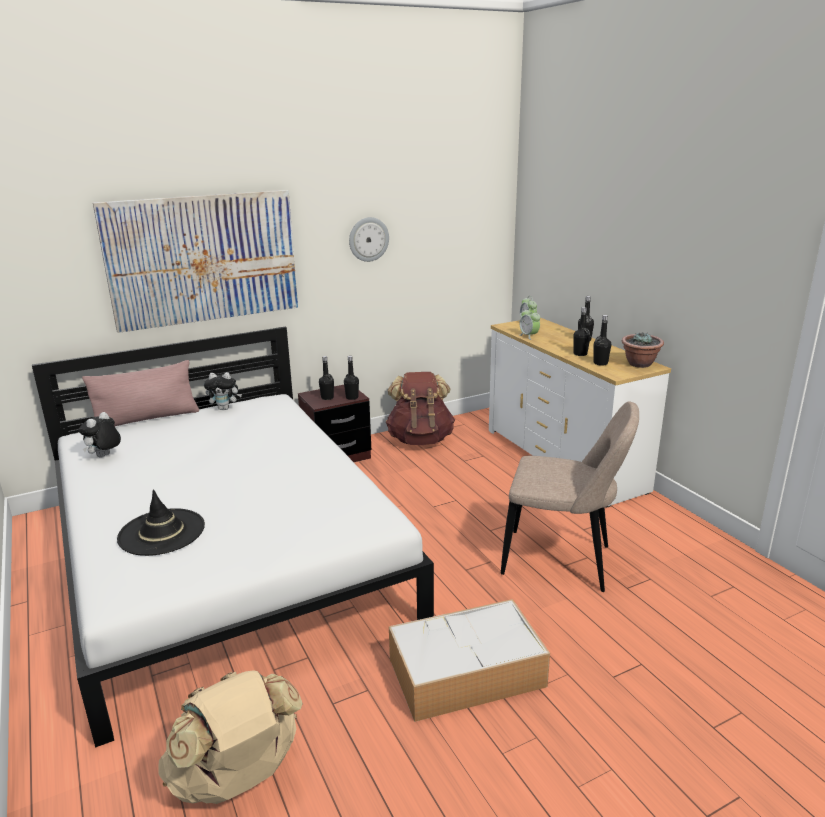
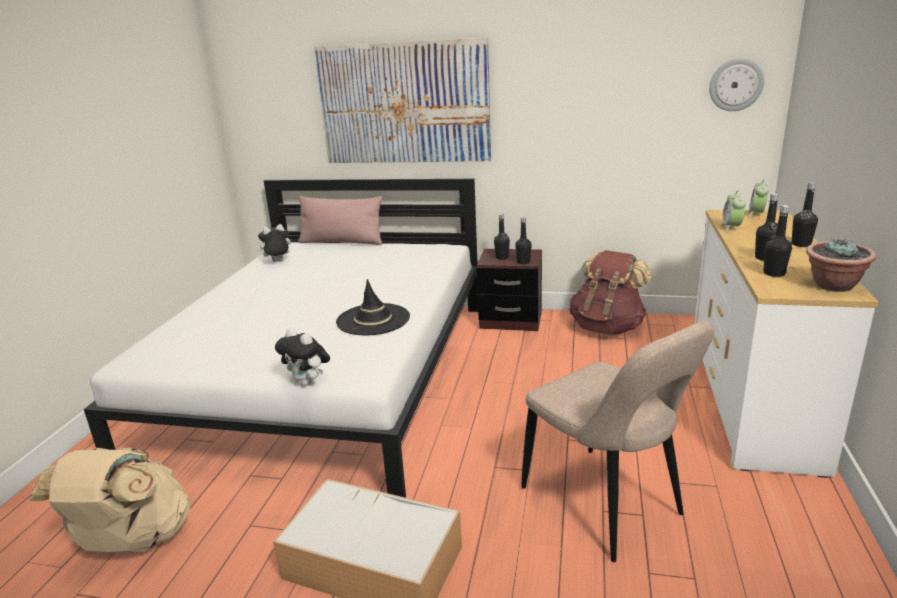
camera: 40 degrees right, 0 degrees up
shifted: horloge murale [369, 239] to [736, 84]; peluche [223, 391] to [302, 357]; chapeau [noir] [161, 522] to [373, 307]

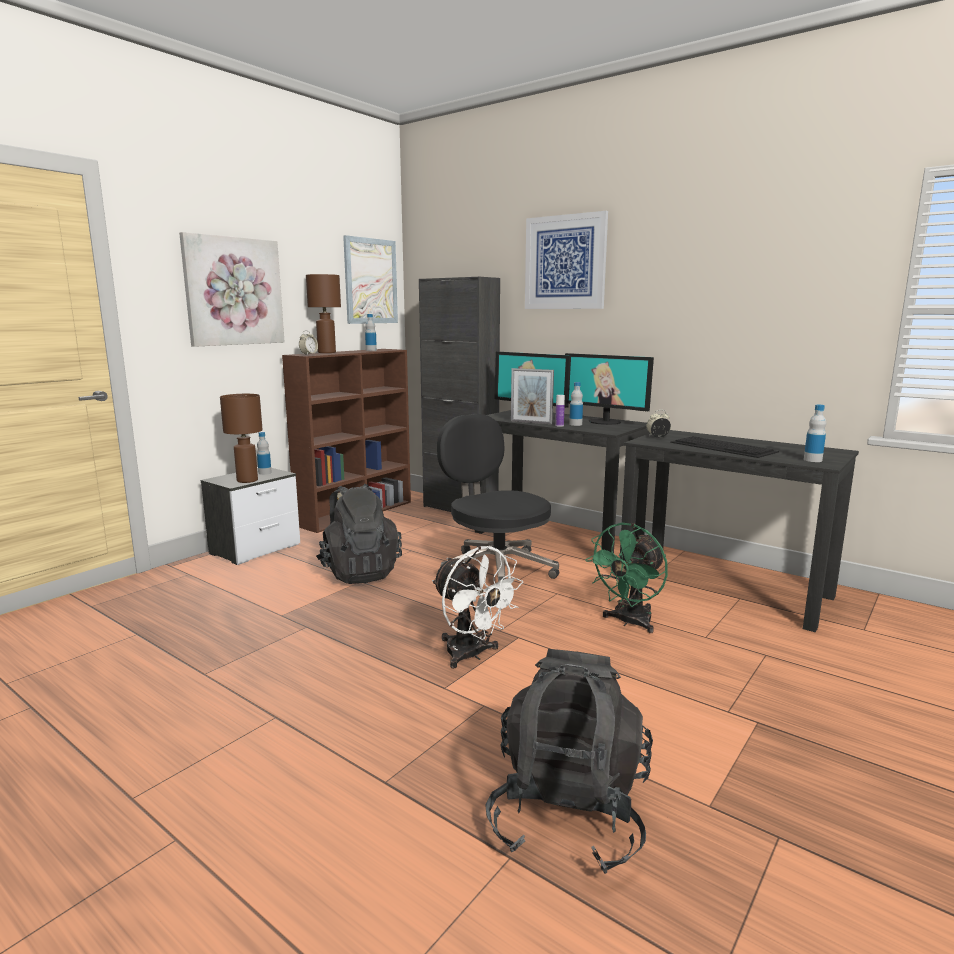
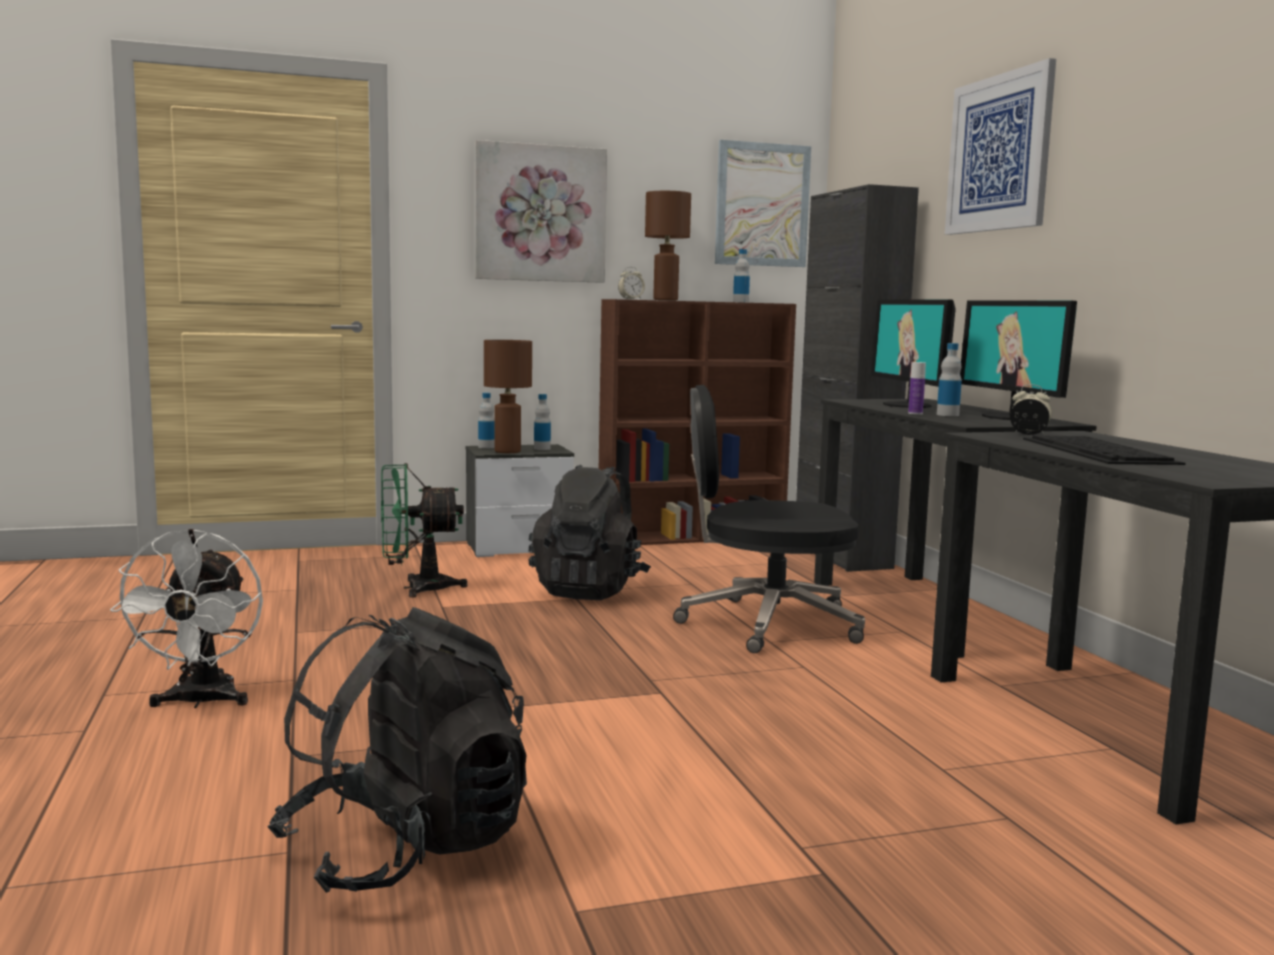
camera: 35 degrees right, 5 degrees down
gone: cadre photo [532, 396]
shifted: bouteille [815, 433] to [486, 420]; ventilateur [vert] [626, 578] to [424, 530]; ventilateur [blanc] [477, 607] to [186, 618]
rotated: chaise de bureau [noir] [498, 498] = [769, 519] 90 degrees counterclockwise

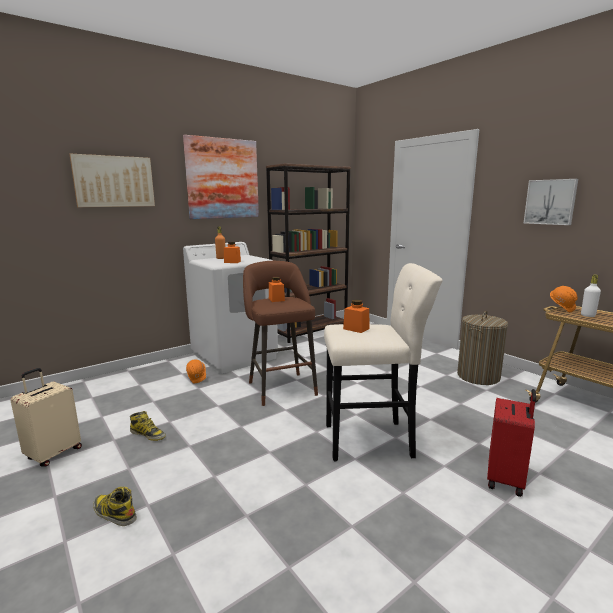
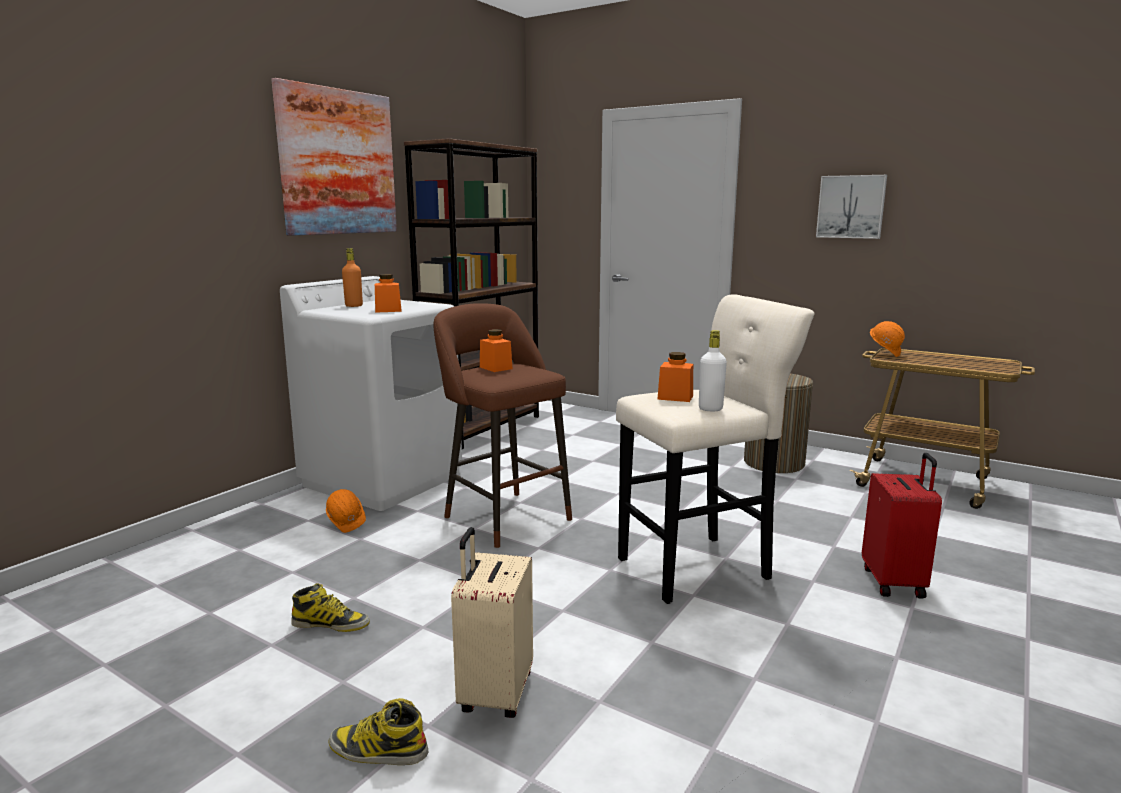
camera: 20 degrees left, 0 degrees up
gone: tableau [112, 180]
shifted: bouteille [blanc] [591, 296] to [713, 370]; valise [beige] [46, 417] to [492, 622]

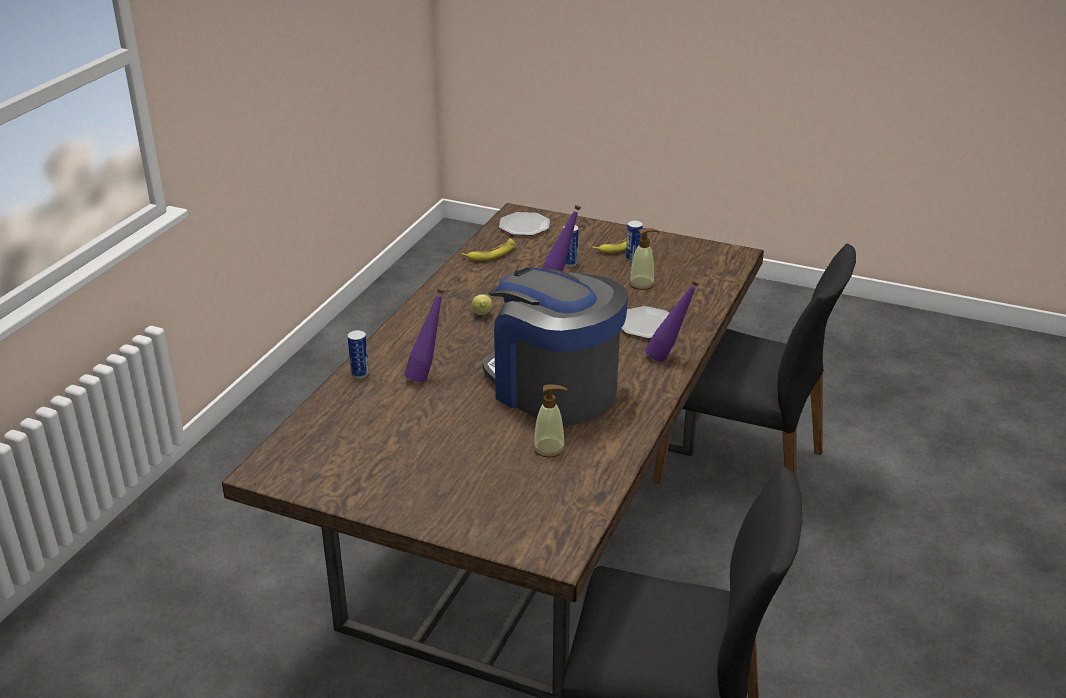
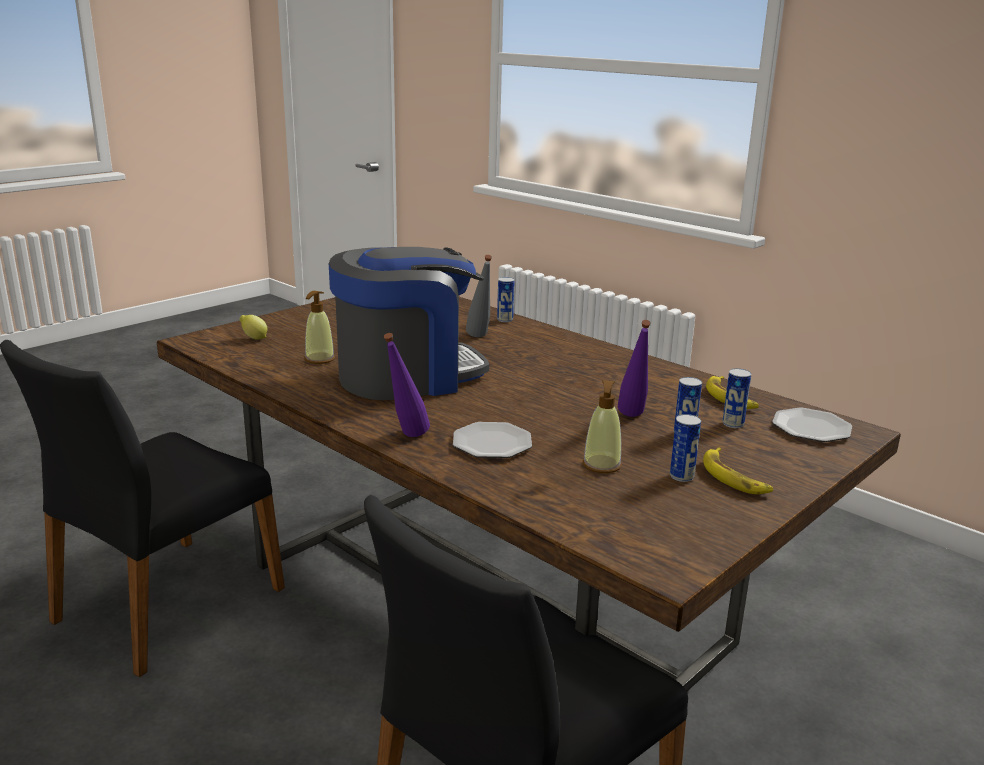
camera: 110 degrees right, 10 degrees down
new: boîte métallique [736, 398]
shifted: citron [481, 304] to [254, 327]
repainted: bouteille [violet] [424, 335] to bouteille [gris] [479, 296]

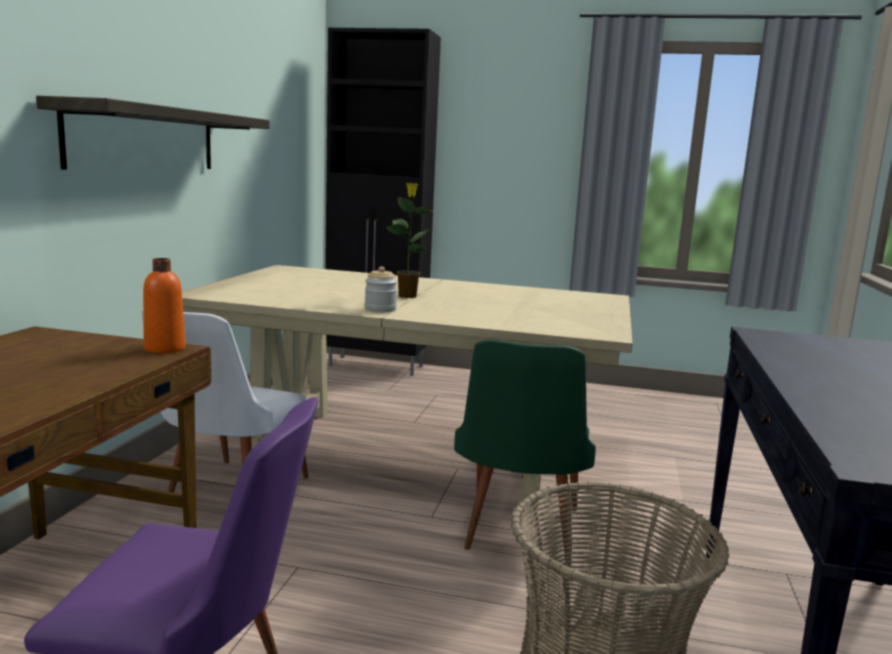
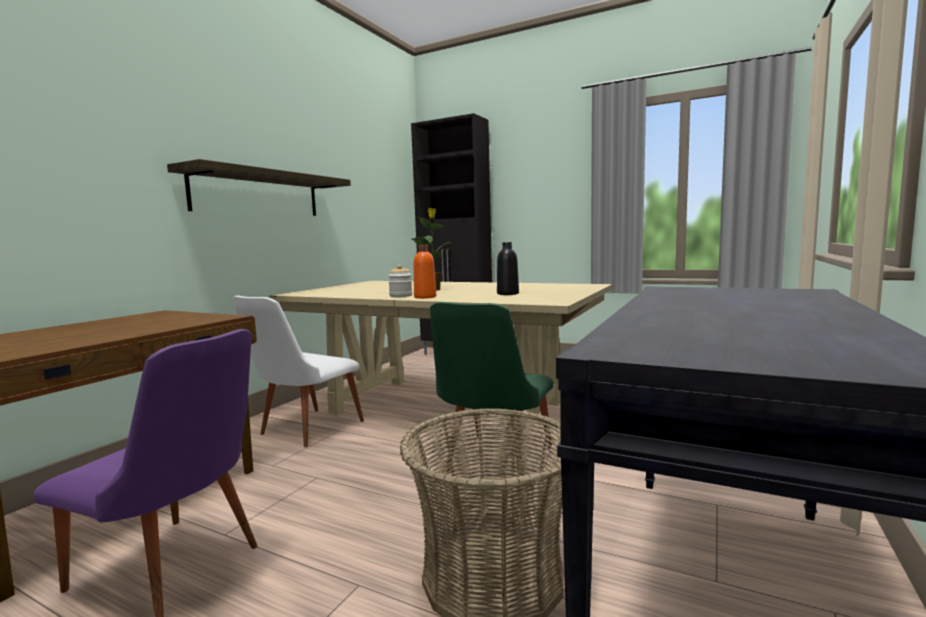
camera: 15 degrees right, 5 degrees down
new: bouteille [noir] [508, 268]
shifted: bouteille [orange] [164, 305] to [425, 272]

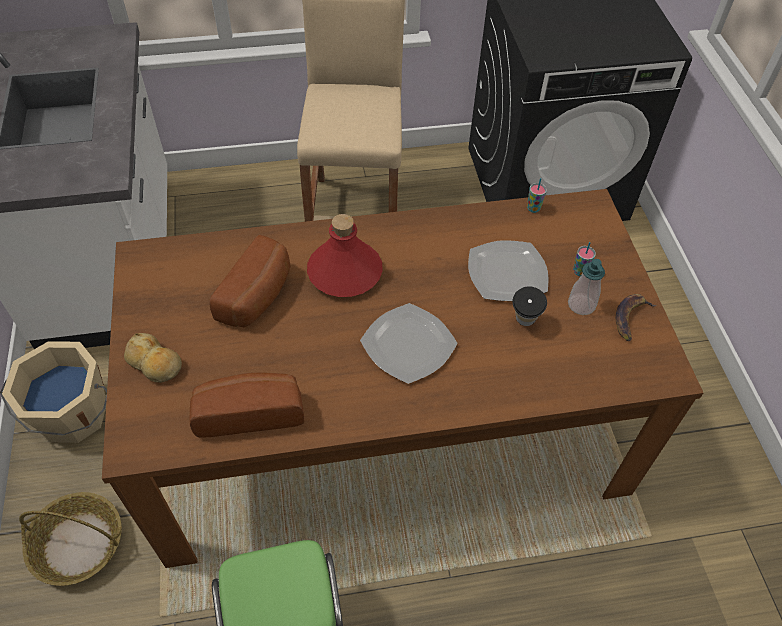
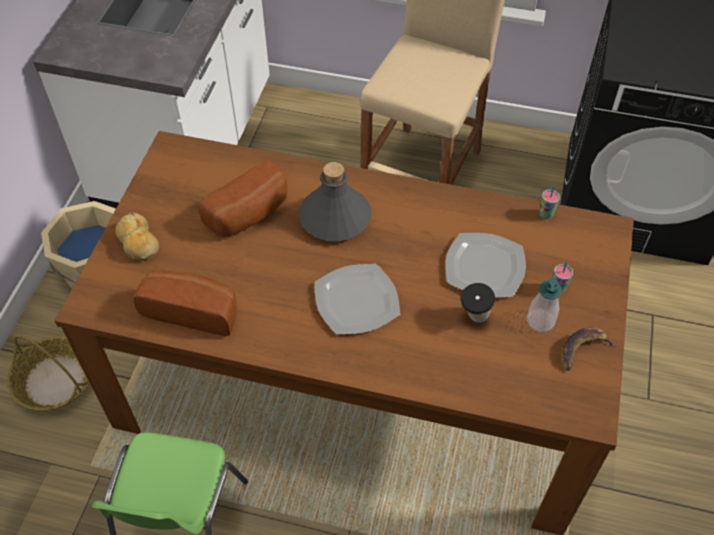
camera: 25 degrees right, 0 degrees up
repainted: bouteille [rouge] [345, 255] to bouteille [gris] [335, 201]

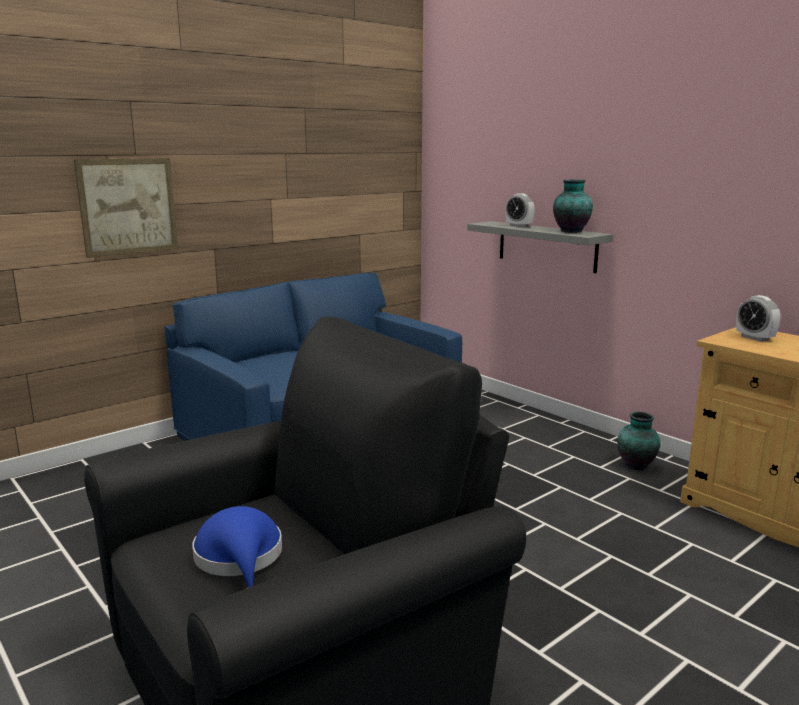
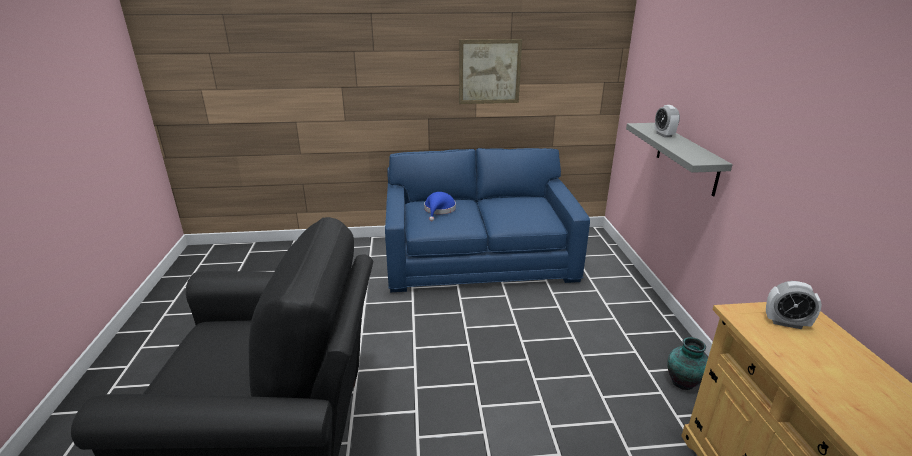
camera: 35 degrees right, 10 degrees up
gone: vase [573, 206]
shifted: tableau [126, 208] to [490, 71]; chapeau [bleu] [237, 547] to [440, 206]
rotated: réveil [758, 318] = [794, 305] 75 degrees counterclockwise

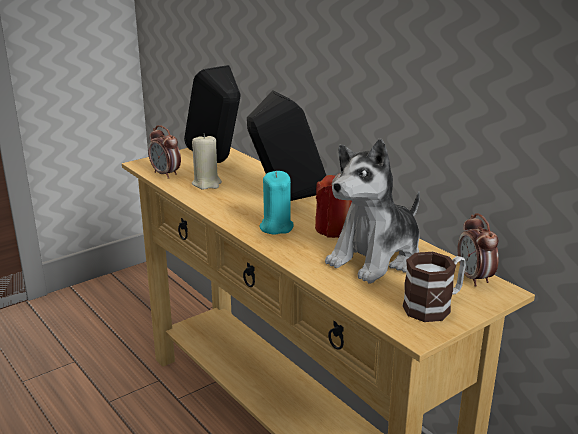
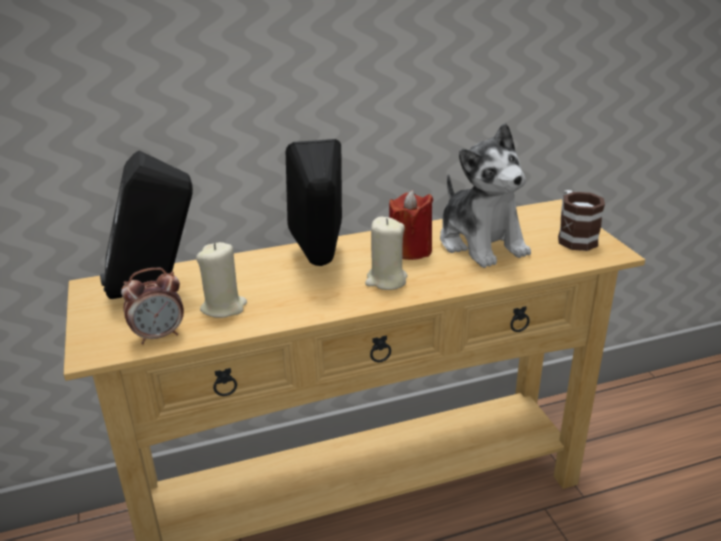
camera: 70 degrees left, 5 degrees up
gone: réveil [478, 250]
repainted: bougie [turquoise] [277, 203] to bougie [beige] [386, 253]

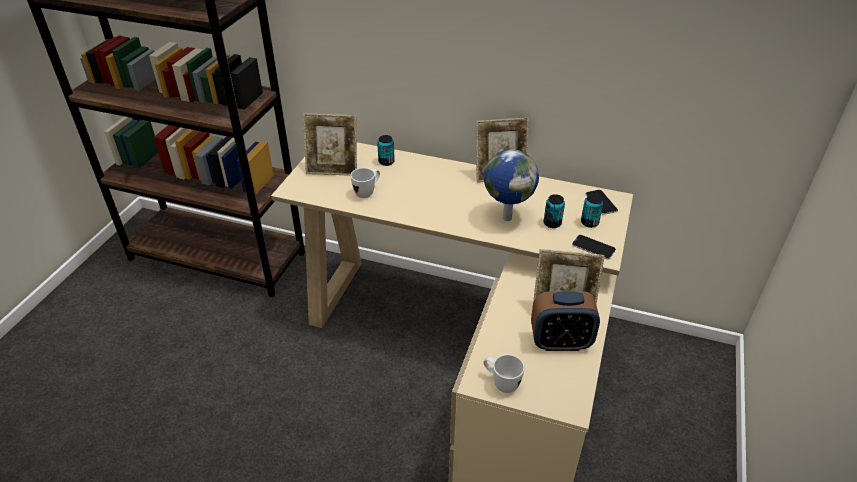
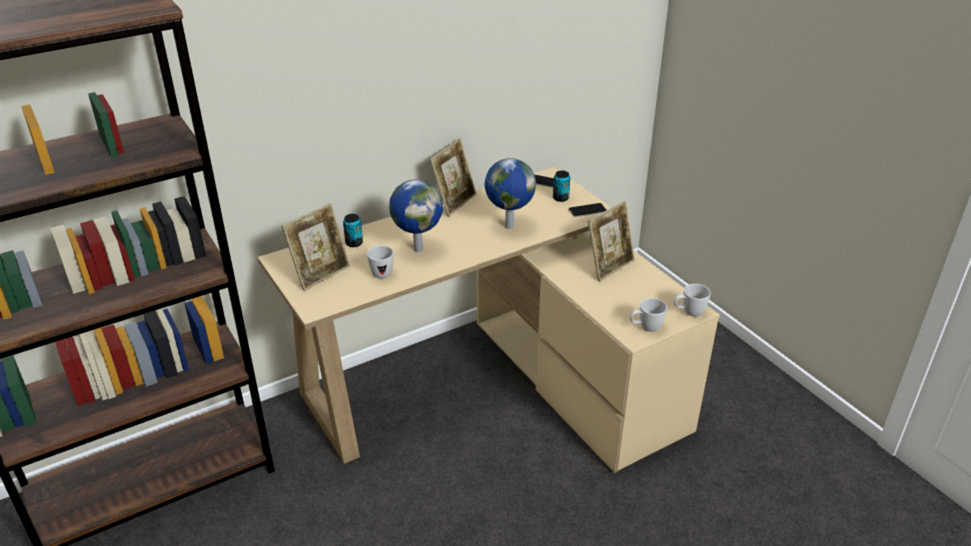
camera: 50 degrees left, 5 degrees down
gone: boîte métallique [554, 211]; réveil [565, 321]
new: globe [416, 215]; mug [blanc] [692, 300]

